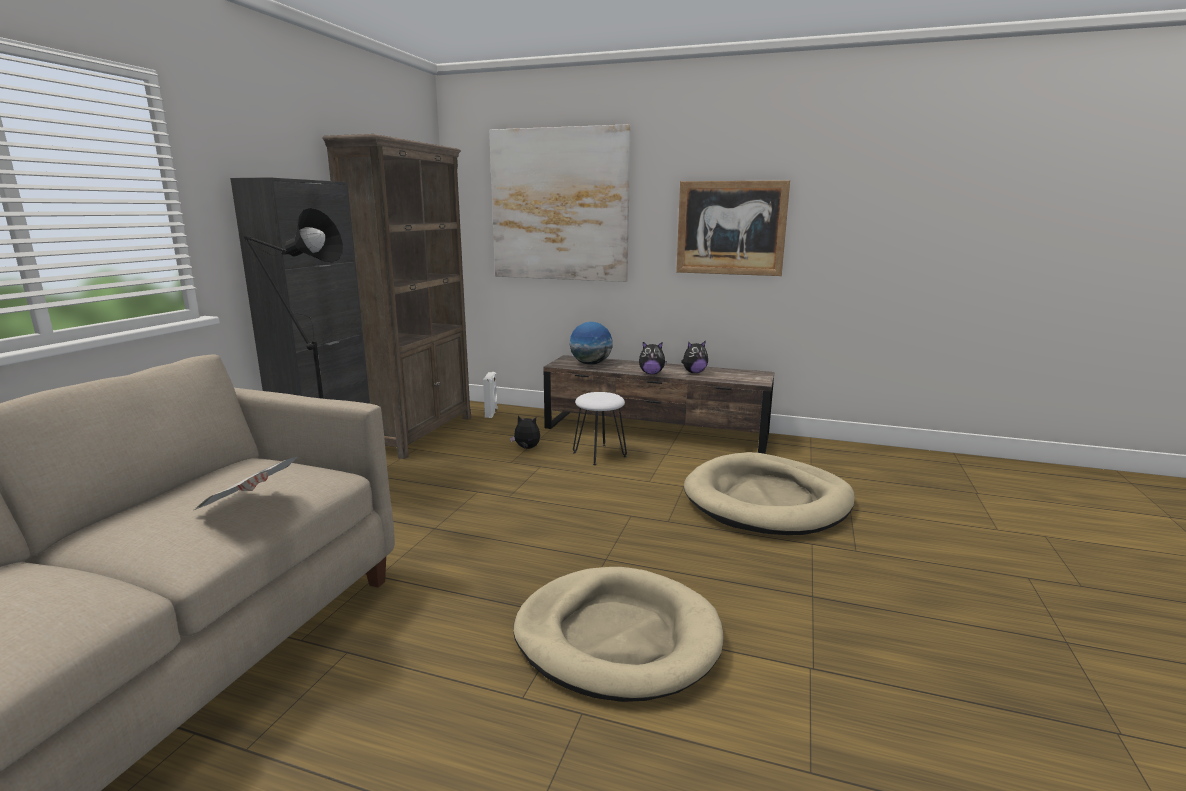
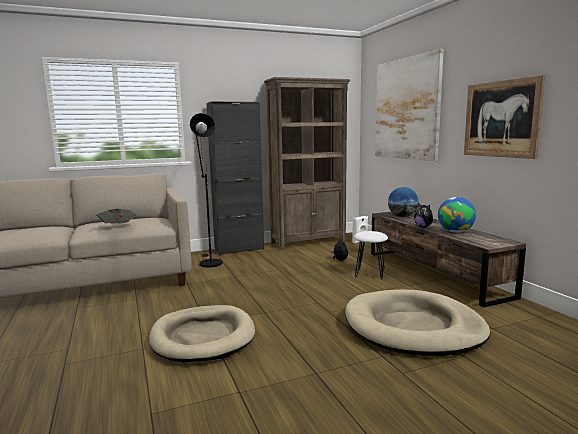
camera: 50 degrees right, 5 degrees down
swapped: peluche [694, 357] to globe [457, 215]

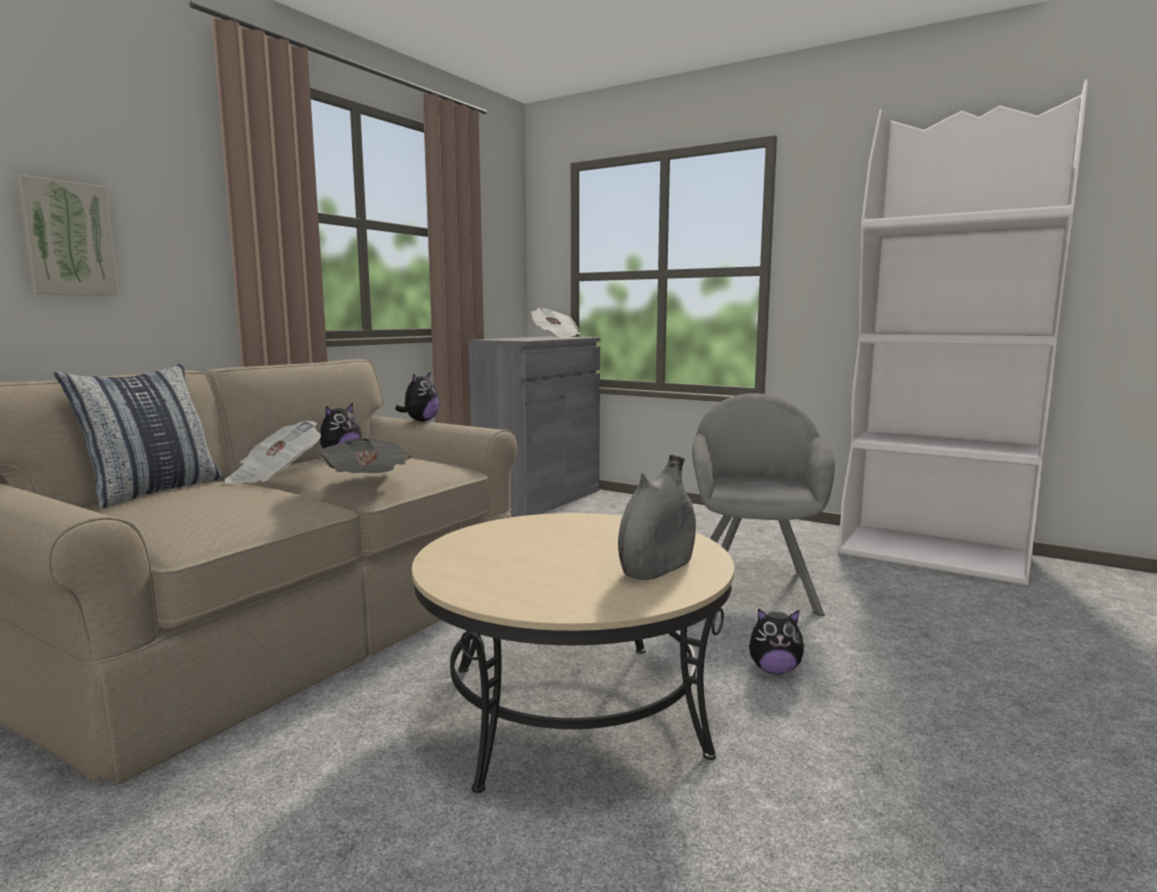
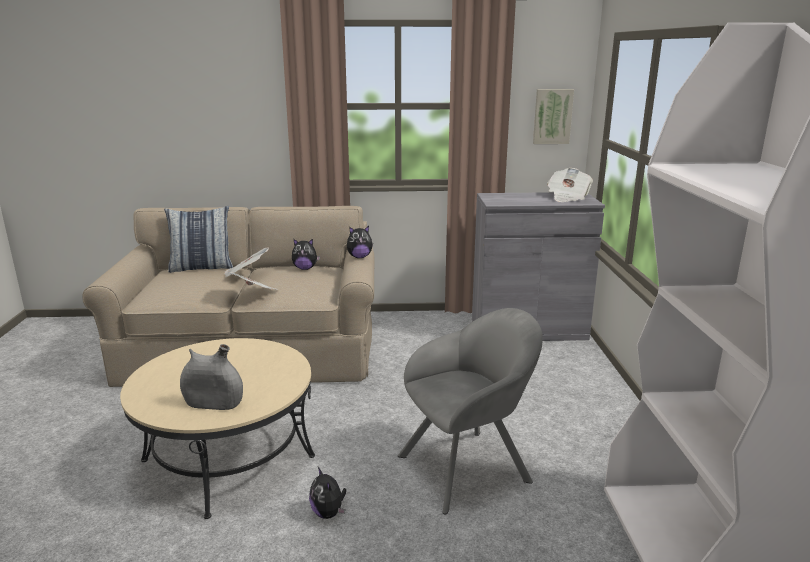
camera: 55 degrees right, 10 degrees up
shifted: tableau [67, 235] to [553, 116]

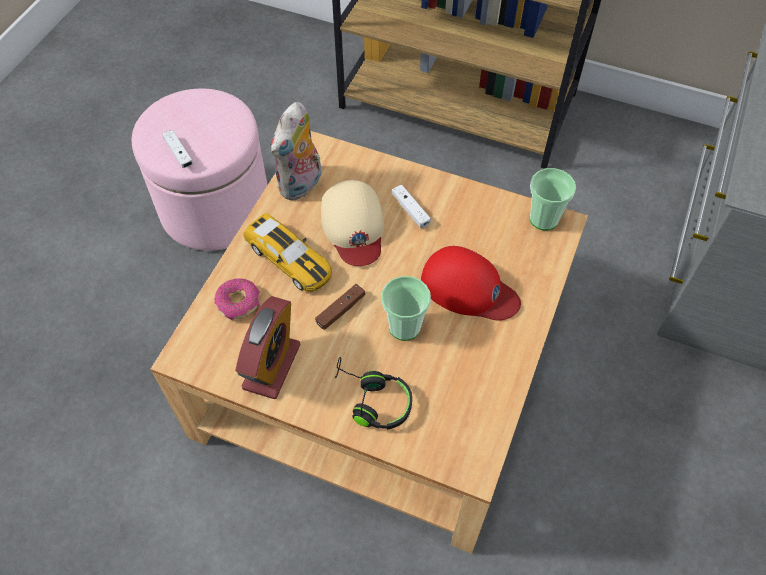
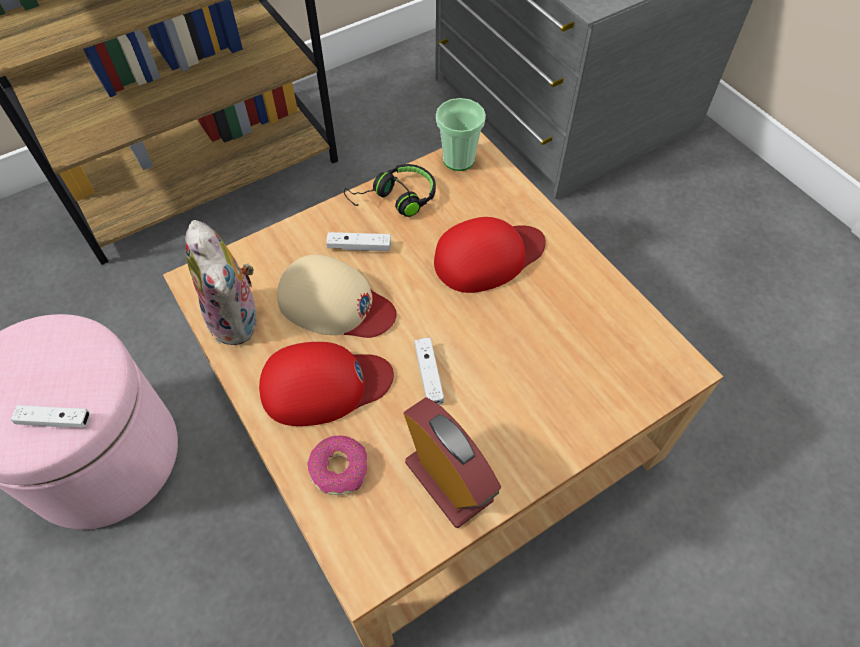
camera: 55 degrees left, 0 degrees up
gone: tasse [406, 308]
shifted: casque audio [noir] [373, 393] to [390, 190]
swapped: petite voiture [287, 252] to casquette [rouge] [326, 384]
repainted: manette [marron] [340, 307] to manette [blanc] [429, 371]

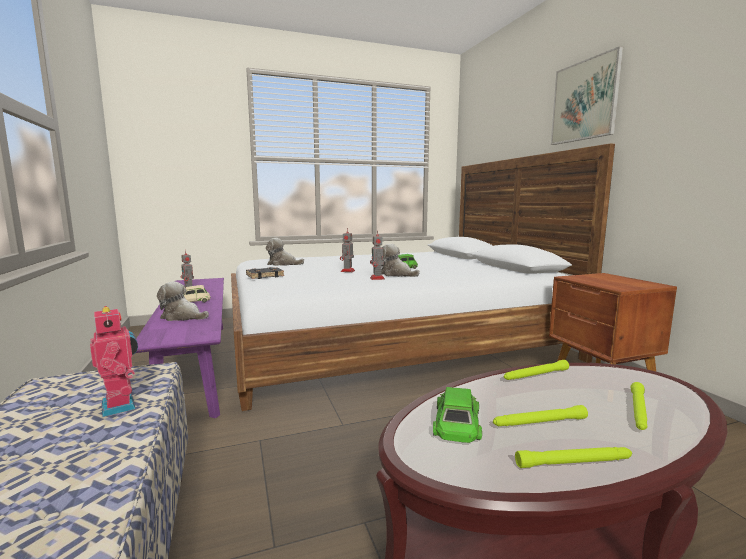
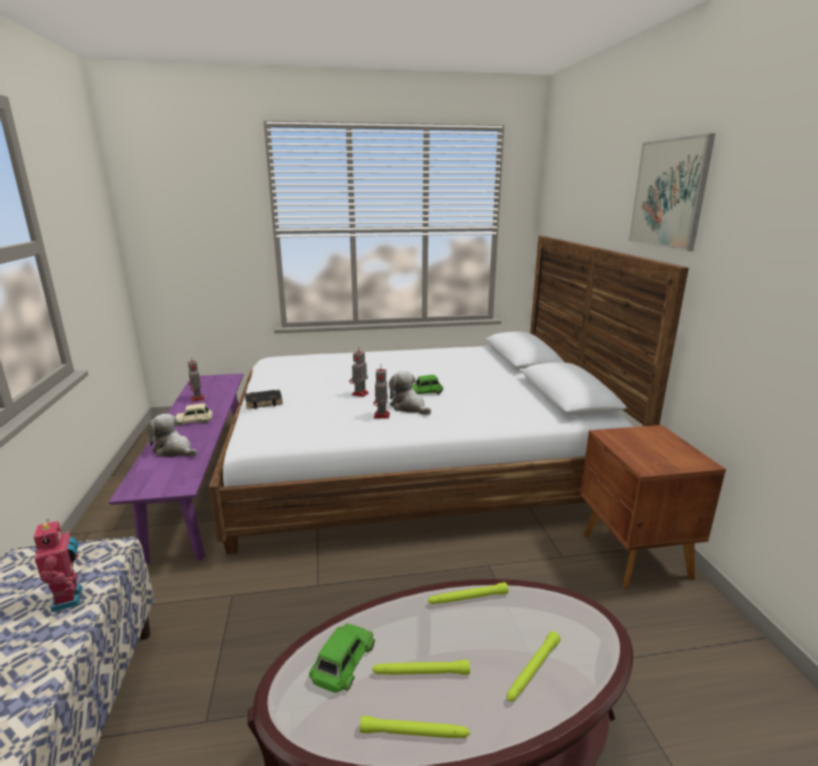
camera: 10 degrees right, 10 degrees up
gone: peluche [285, 252]

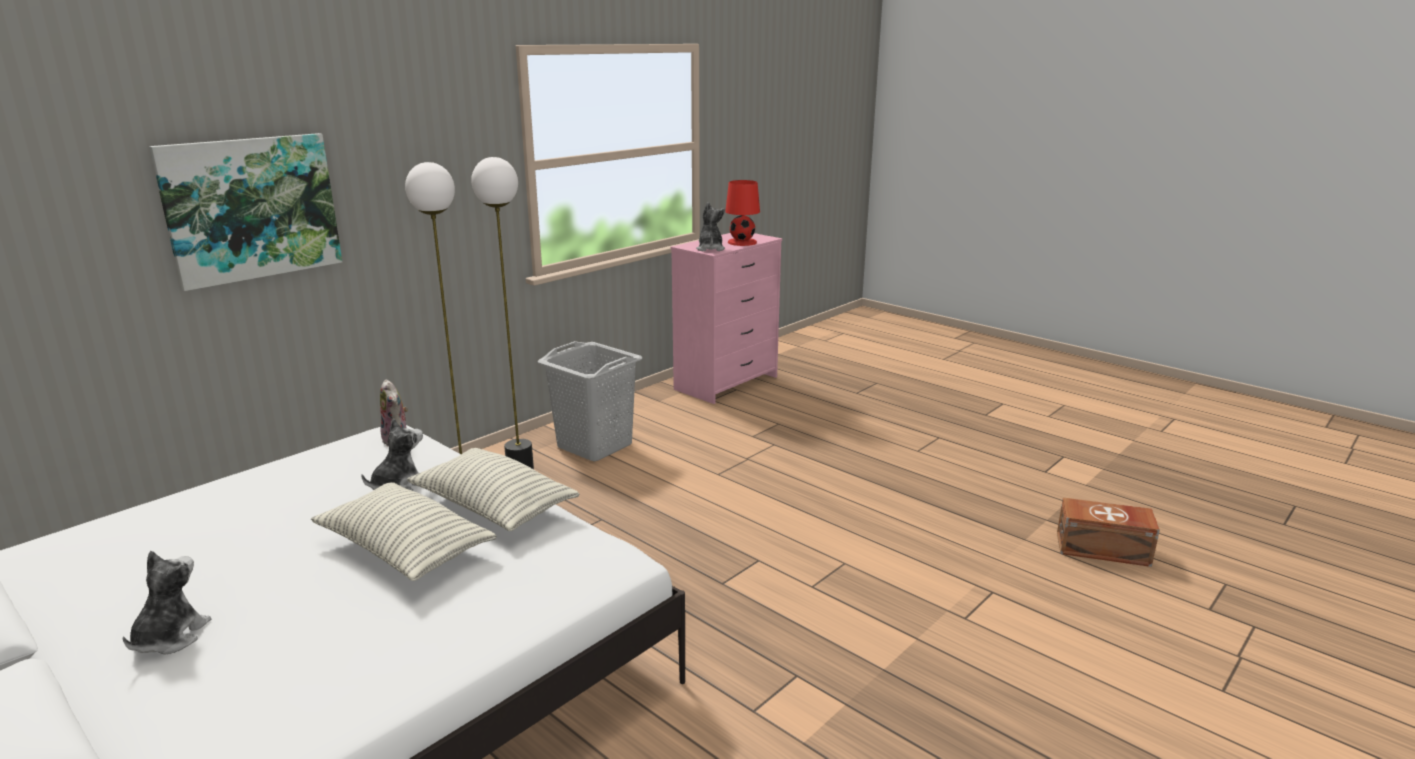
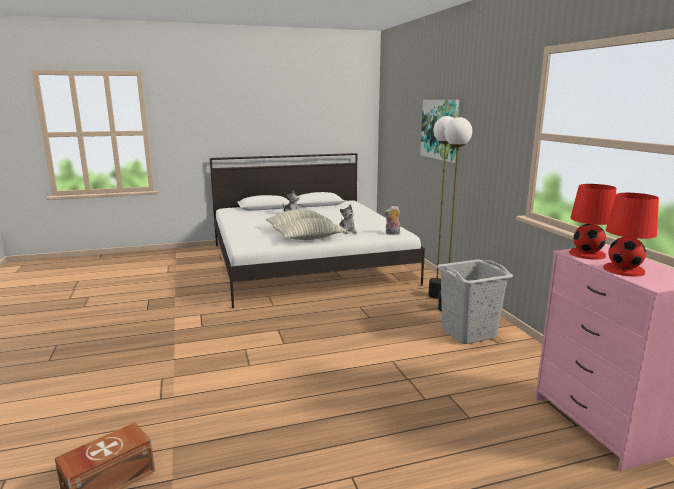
camera: 120 degrees right, 5 degrees down
swapped: peluche [710, 226] to lampe de table [rouge] [592, 221]

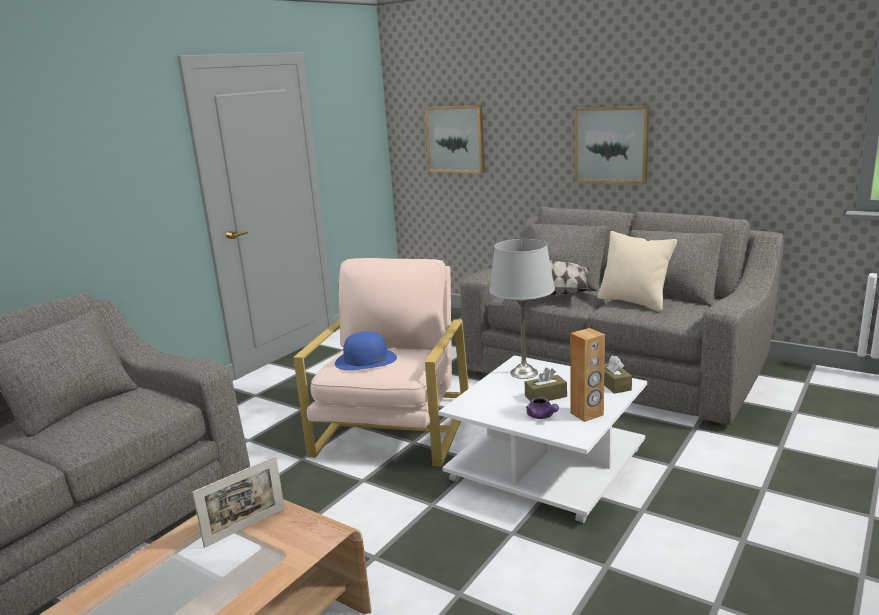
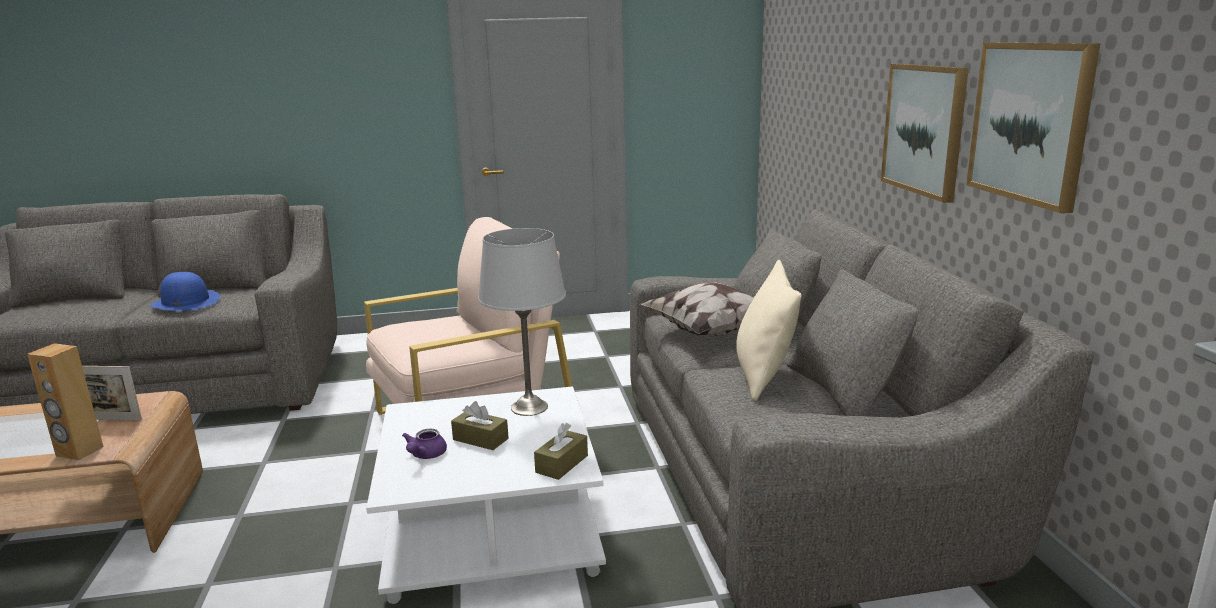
camera: 45 degrees right, 0 degrees up
shifted: tableau [455, 139] to [1033, 128]; enceinte [marron] [587, 375] to [65, 401]; chapeau [bleu] [366, 350] to [185, 291]

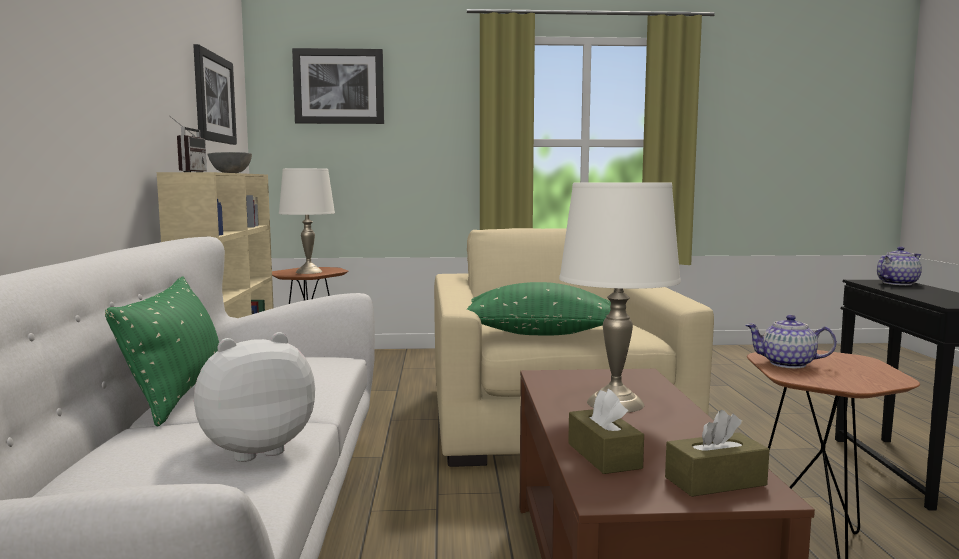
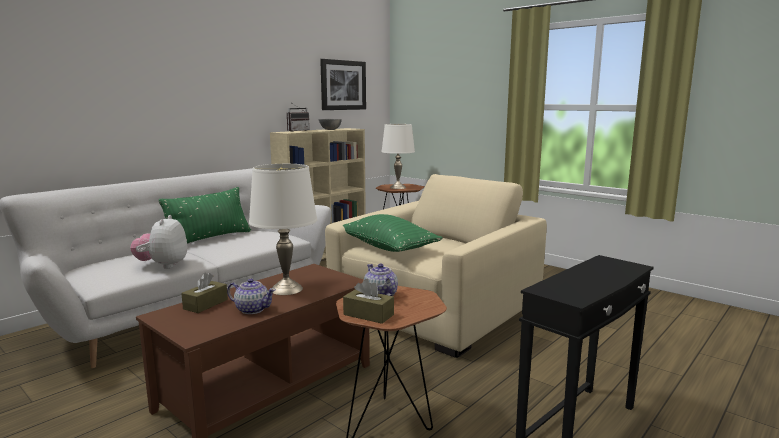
camera: 45 degrees right, 5 degrees up
gone: tableau [338, 86]
shifted: théière [899, 265] to [251, 296]; boîte à mouchoirs [marron] [717, 453] to [368, 301]
rotated: peluche [254, 397] = [158, 242] 105 degrees counterclockwise

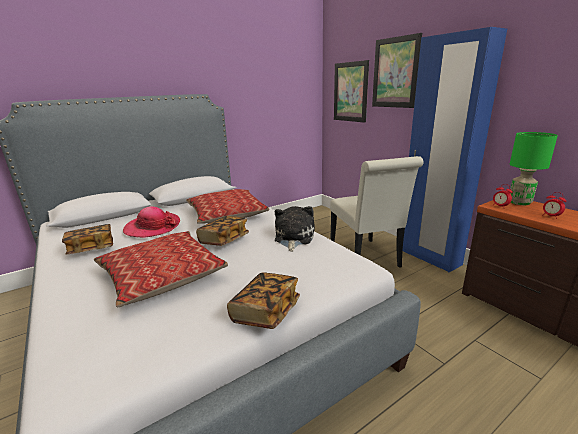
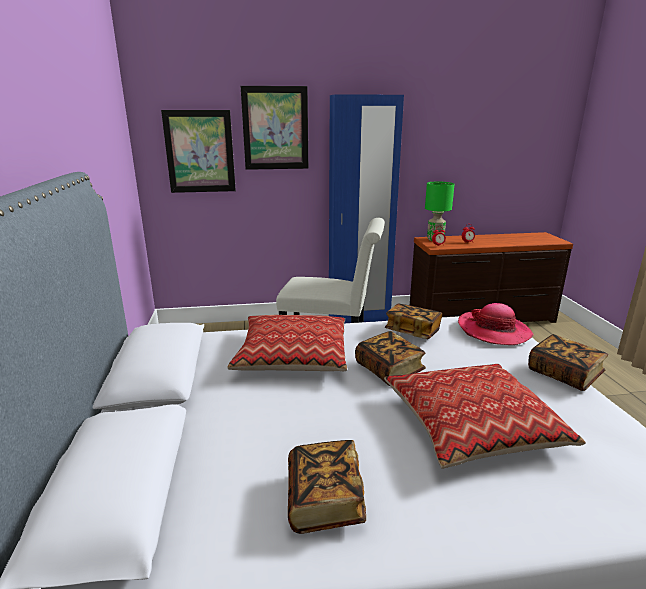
camera: 65 degrees left, 0 degrees up
shifted: chapeau [151, 222] to [495, 324]
swapped: peluche [295, 229] to livre [413, 321]

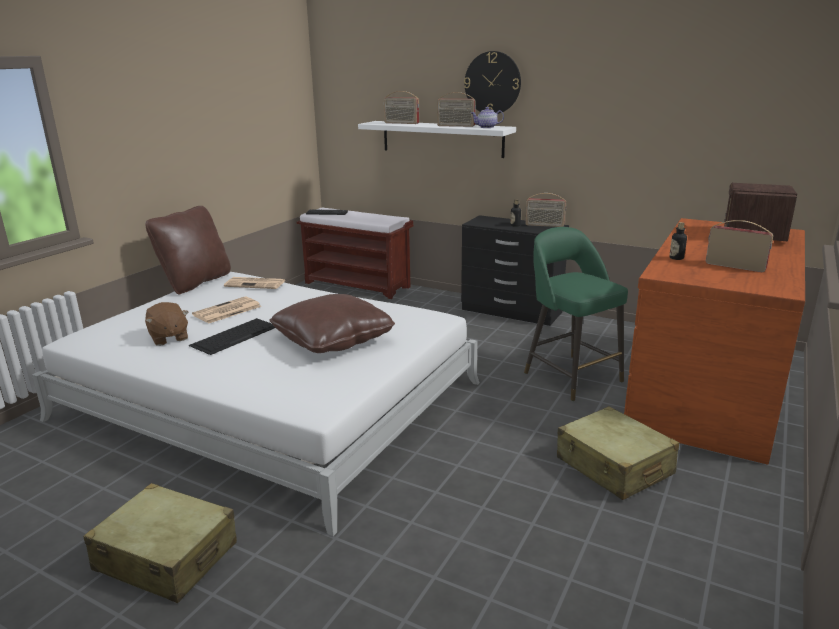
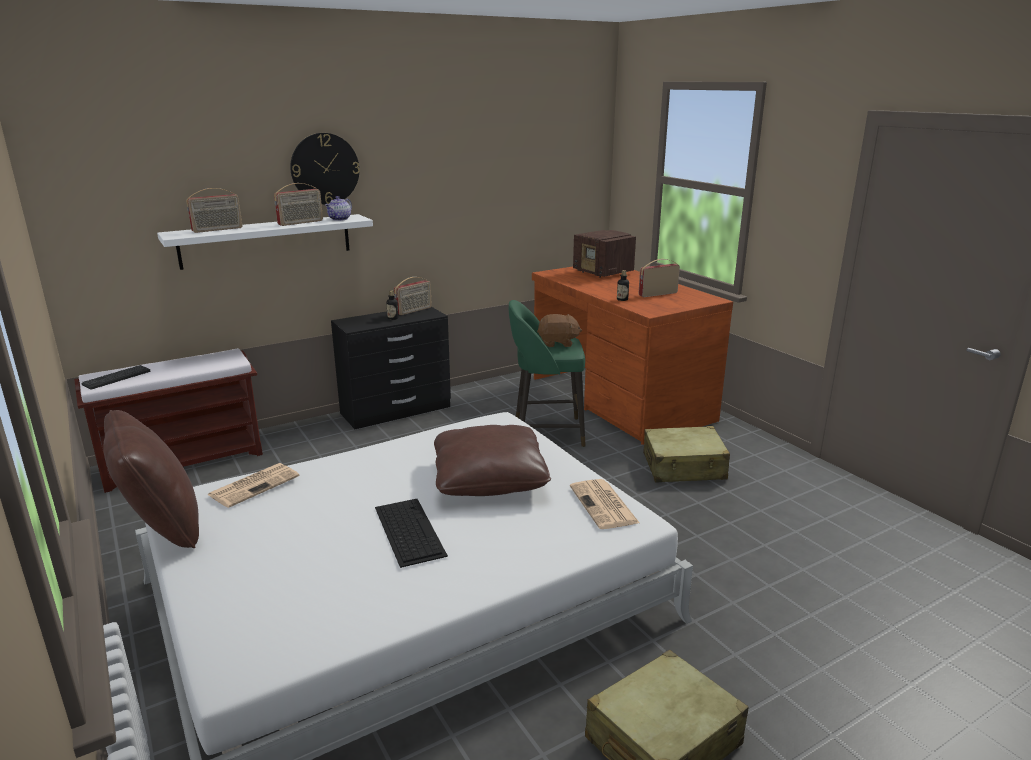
camera: 60 degrees left, 0 degrees up
shifted: journal [227, 310] to [605, 504]; peluche [marron] [166, 324] to [559, 330]

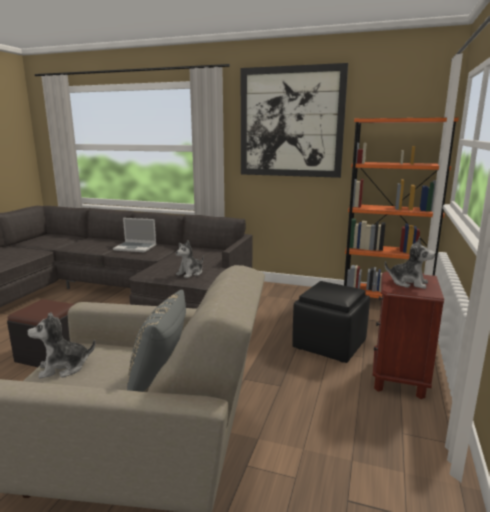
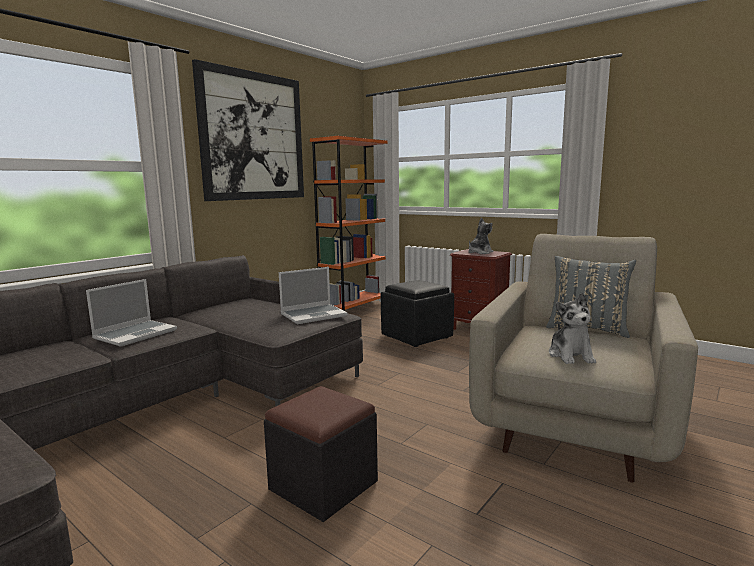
camera: 70 degrees left, 5 degrees down
swapped: peluche [189, 259] to ordinateur portable [313, 295]

